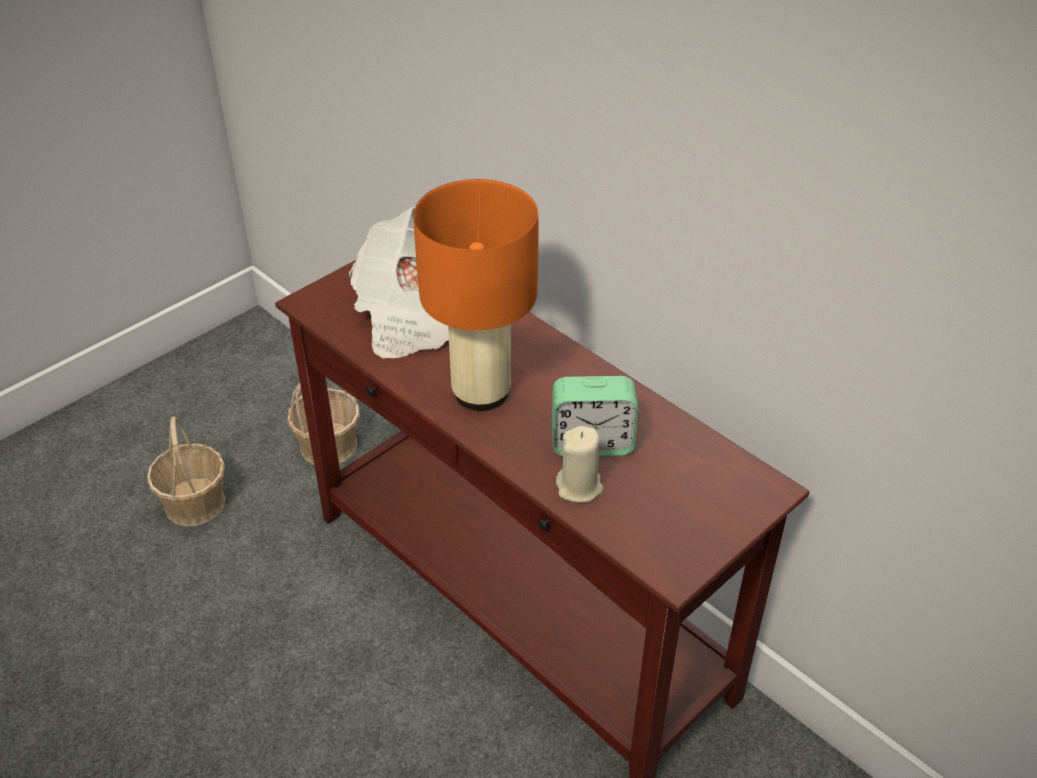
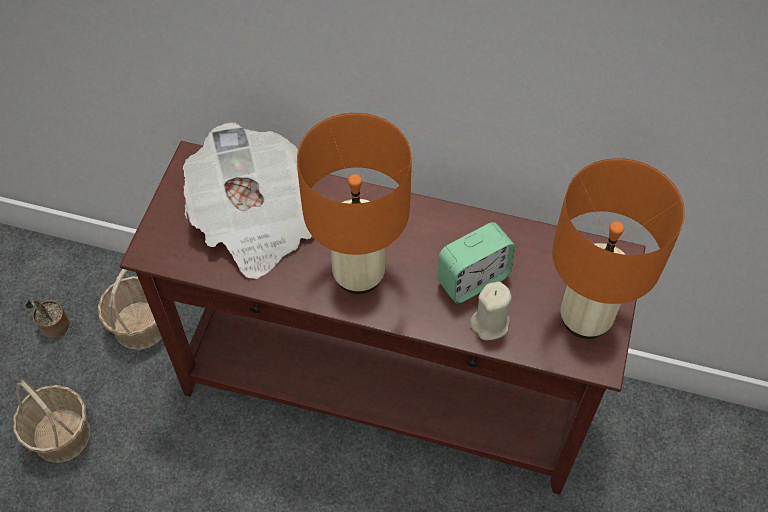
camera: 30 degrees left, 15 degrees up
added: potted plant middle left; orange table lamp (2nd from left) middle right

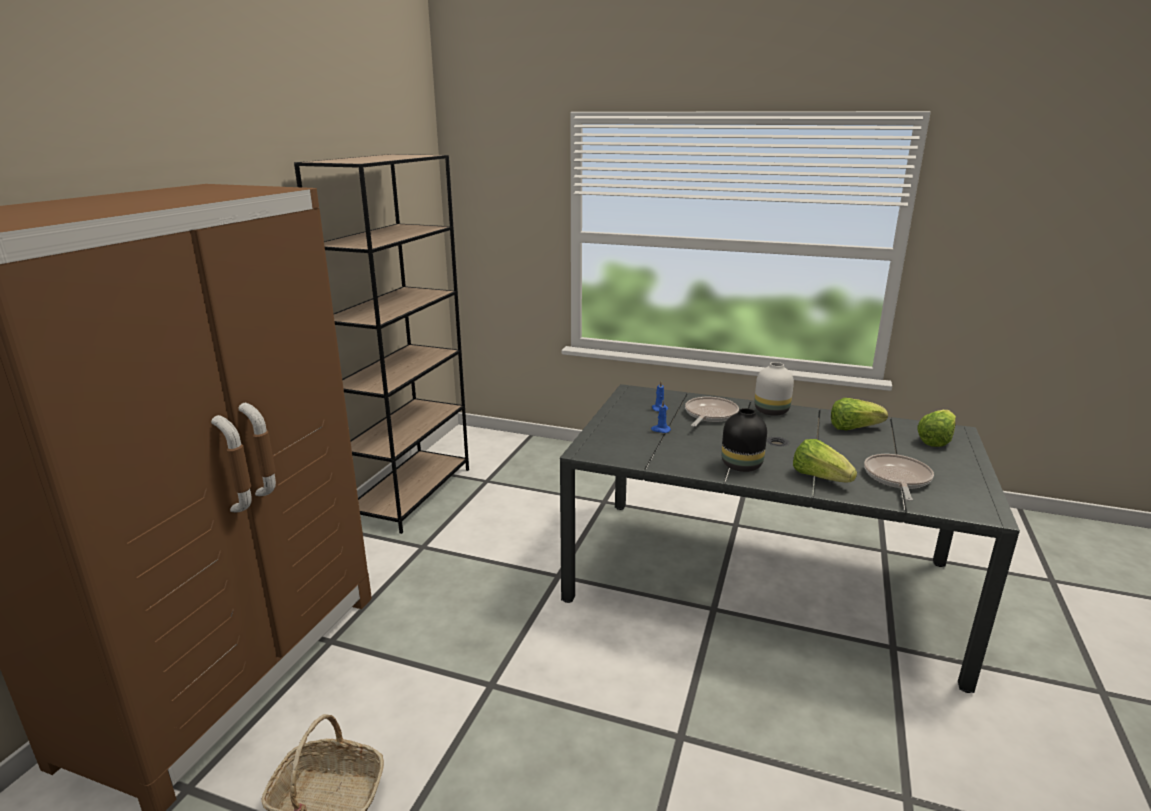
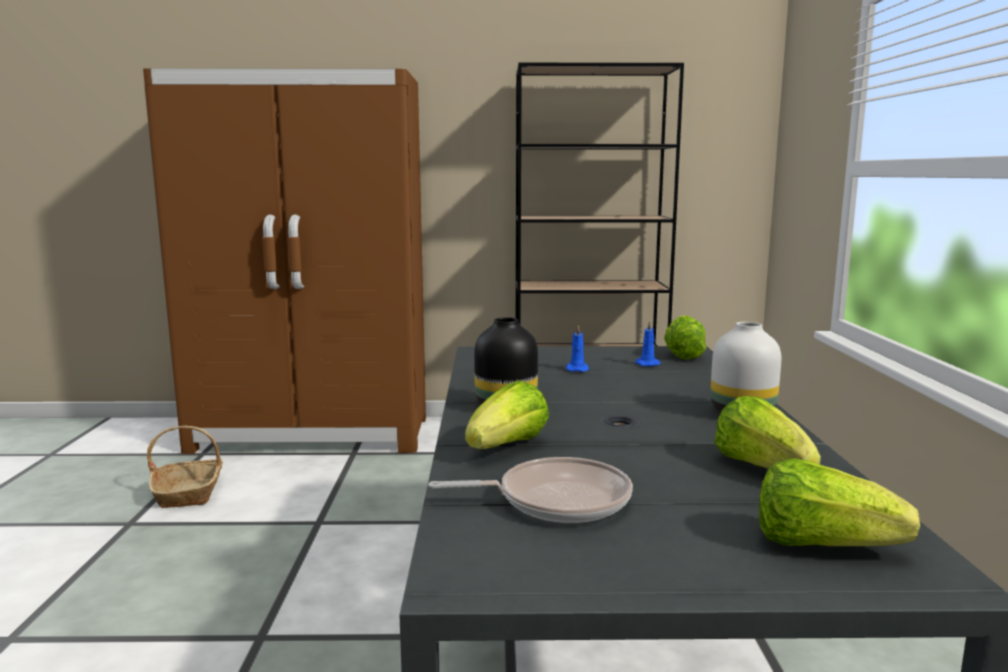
camera: 70 degrees right, 10 degrees down
removed: frying pan (1st from left) centre
added: lettuce (2nd from left) middle right

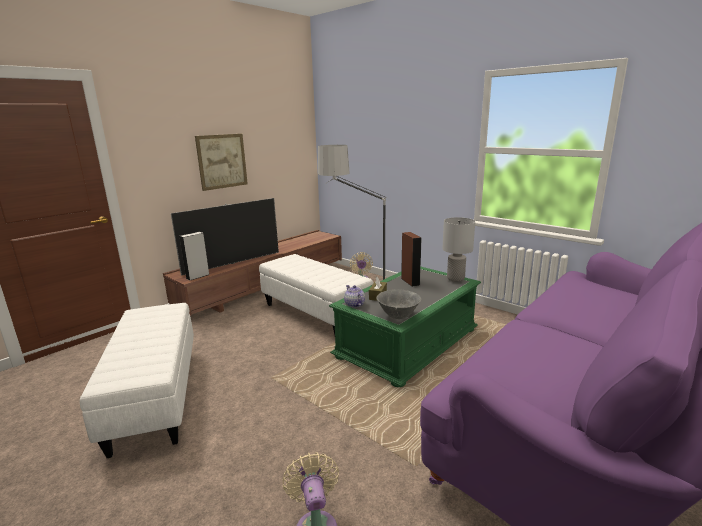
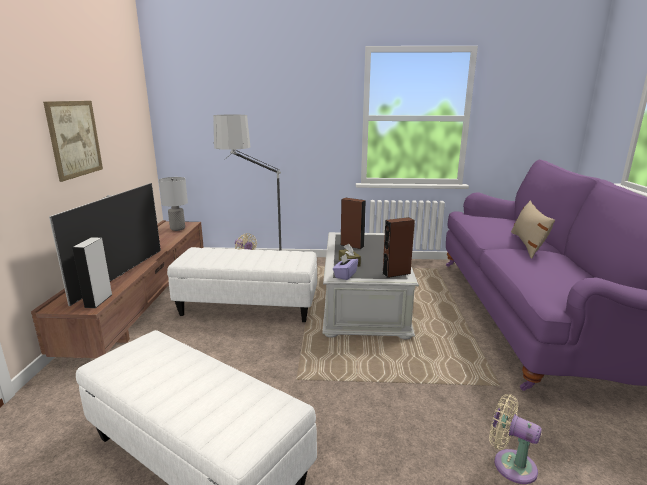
camera: 40 degrees left, 0 degrees up
added: beige pillow middle right
moved: grey table lamp centre to middle left
replaced: teapot centre to purple tissue box centre; grey bowl centre to brown speaker (2nd from left) centre
recoloured: green coffee table centre to white coffee table centre

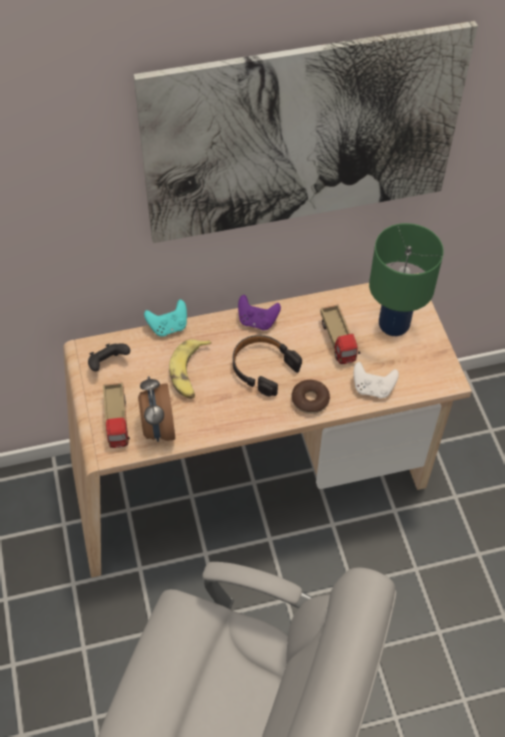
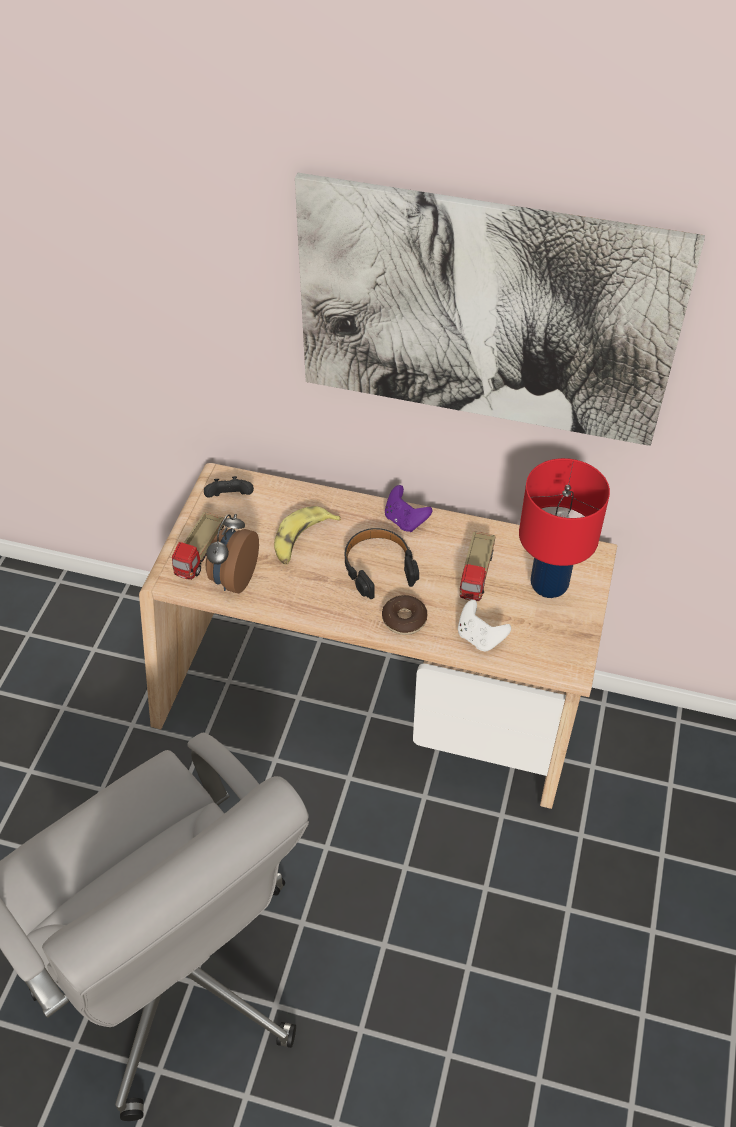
camera: 30 degrees right, 5 degrees down
removed: turquoise game controller middle left
recoloured: green table lamp middle right to red table lamp middle right

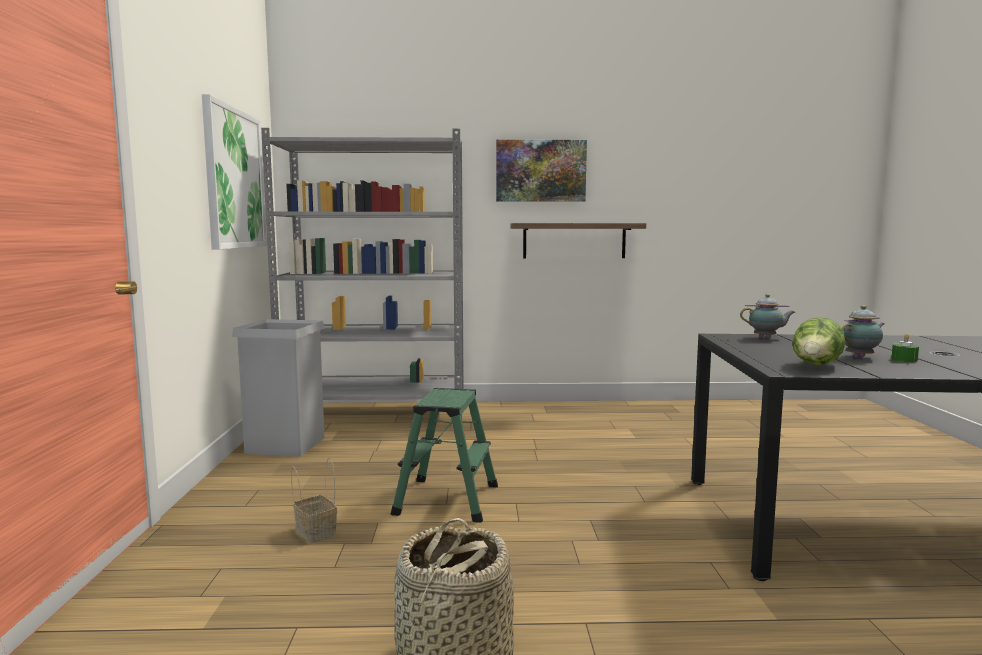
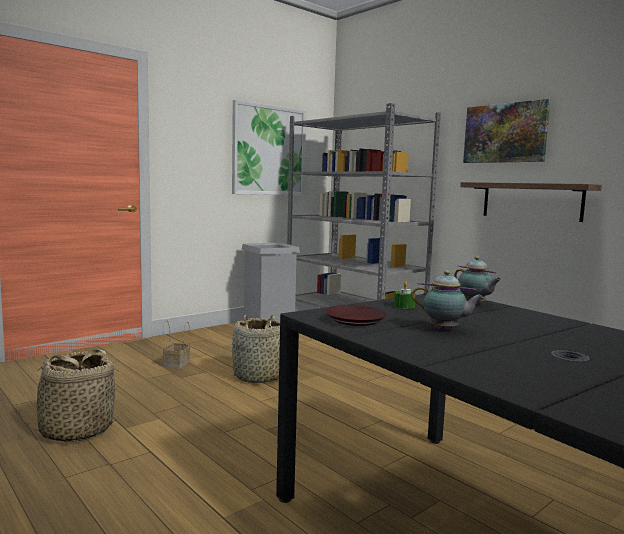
camera: 50 degrees right, 0 degrees up
moved: green candle middle right to centre
replaced: green step ladder bottom centre to basket (3rd from left) centre; lettuce middle right to brown plate centre

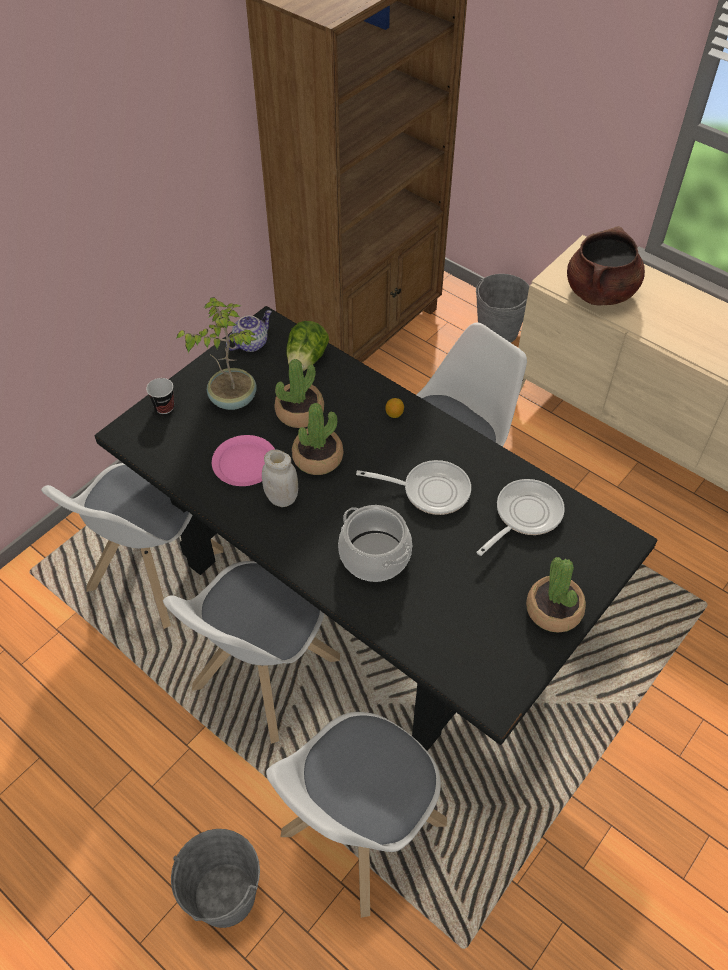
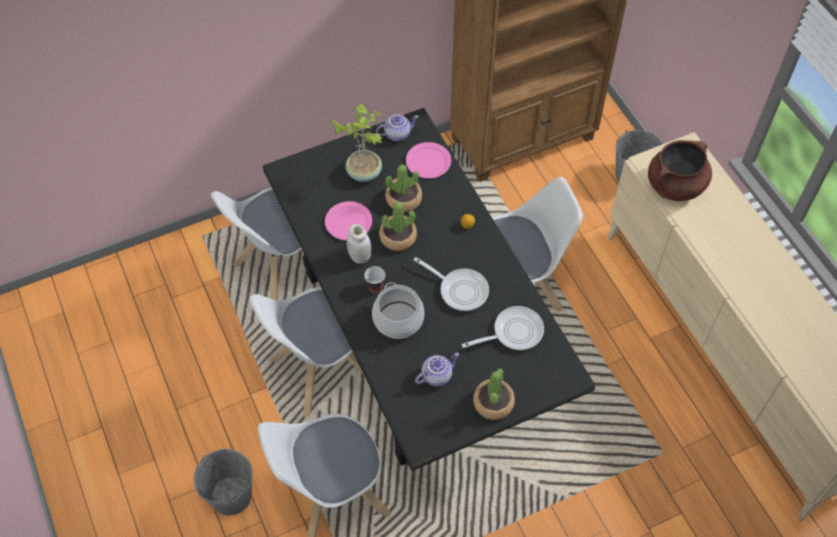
camera: 25 degrees right, 5 degrees up
added: teapot (2nd from left) bottom centre
moved: cup middle left to centre
replaced: lettuce centre to pink plate (2nd from left) top centre

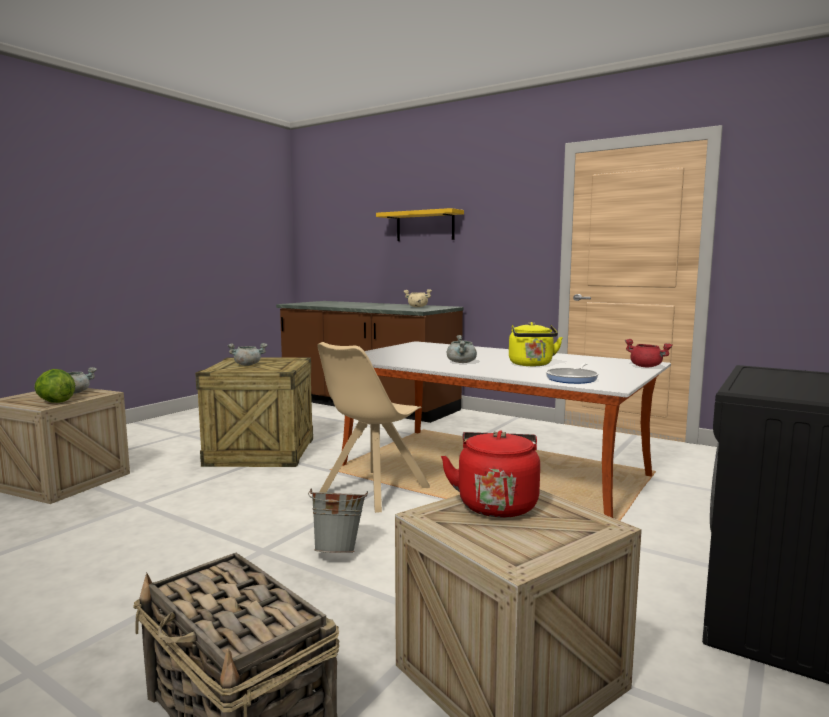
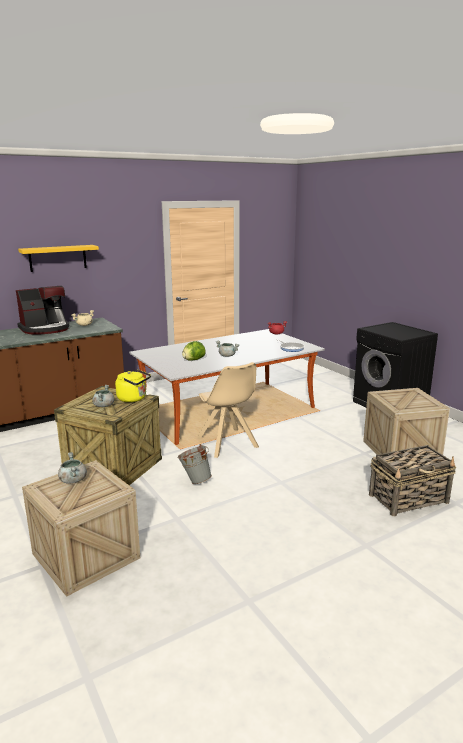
camera: 65 degrees left, 10 degrees up
removed: red kettle centre
added: coffee machine middle left
moved: lettuce middle left to centre; grey bucket bottom centre to centre; yellow kettle centre to middle left

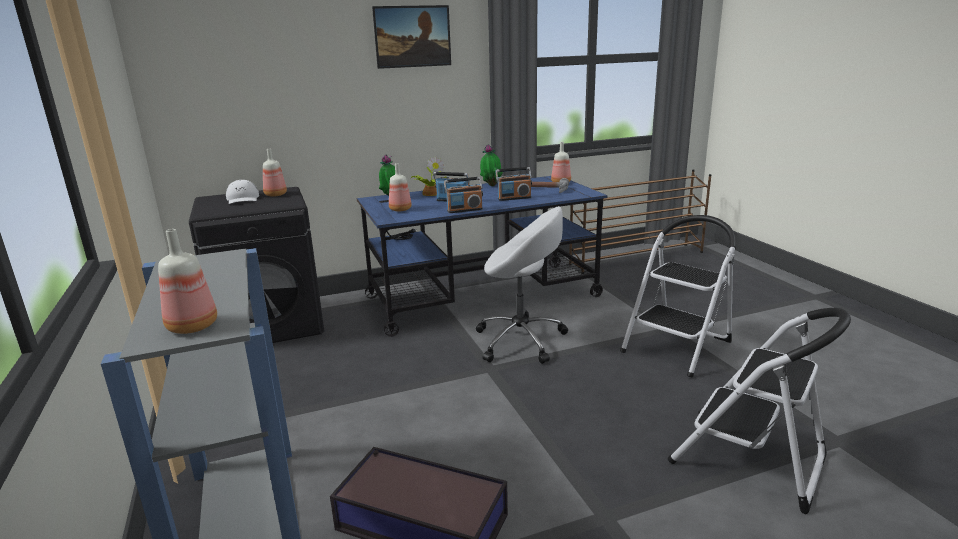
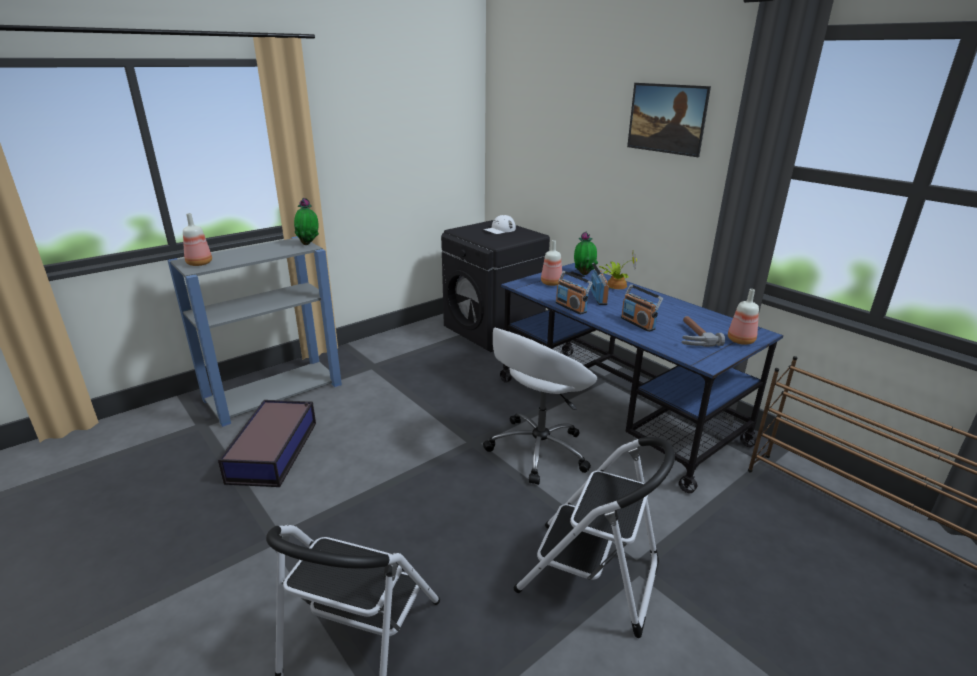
camera: 70 degrees right, 5 degrees up
removed: bottle (2nd from left) top left
moved: potted plant (3rd from left in the first image) top centre to potted plant (1st from left) top left
turned: white office chair centre = centre 45 degrees clockwise

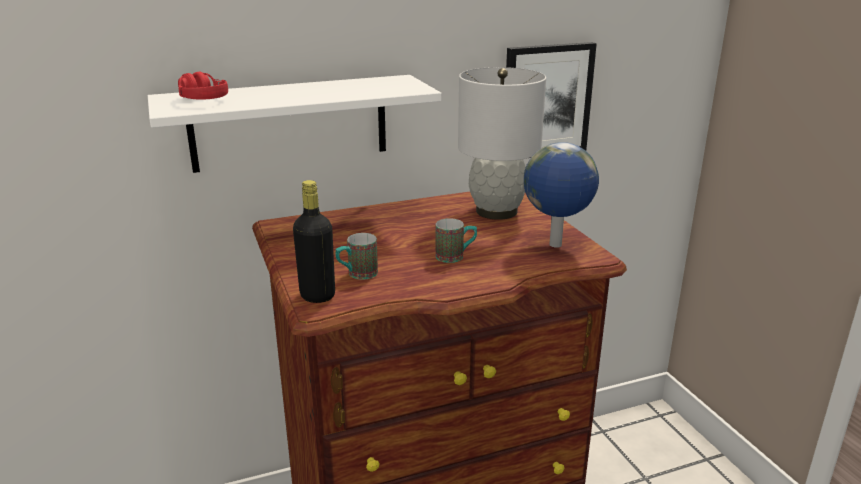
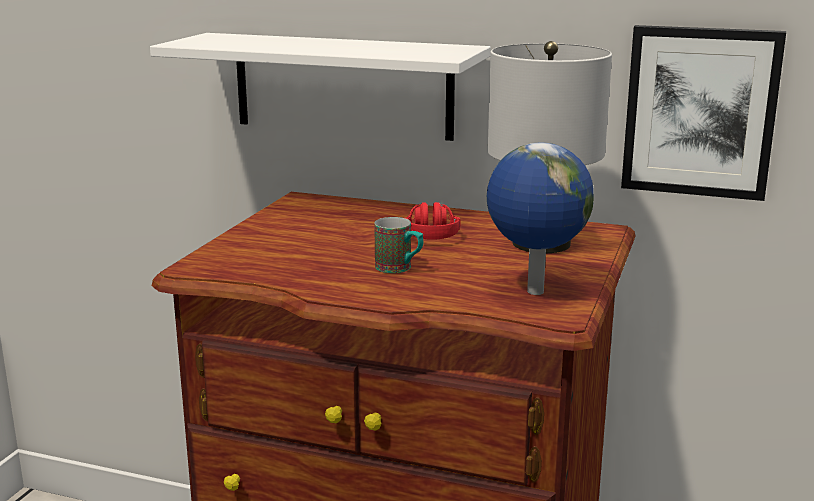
camera: 40 degrees right, 5 degrees down
removed: black bottle centre; mug (1st from left) centre
moved: red headphones top left to centre

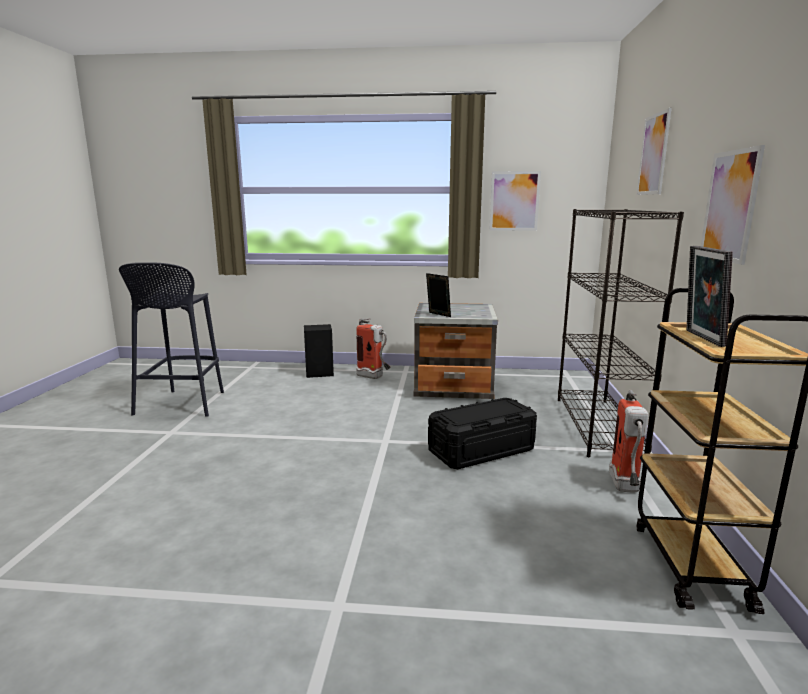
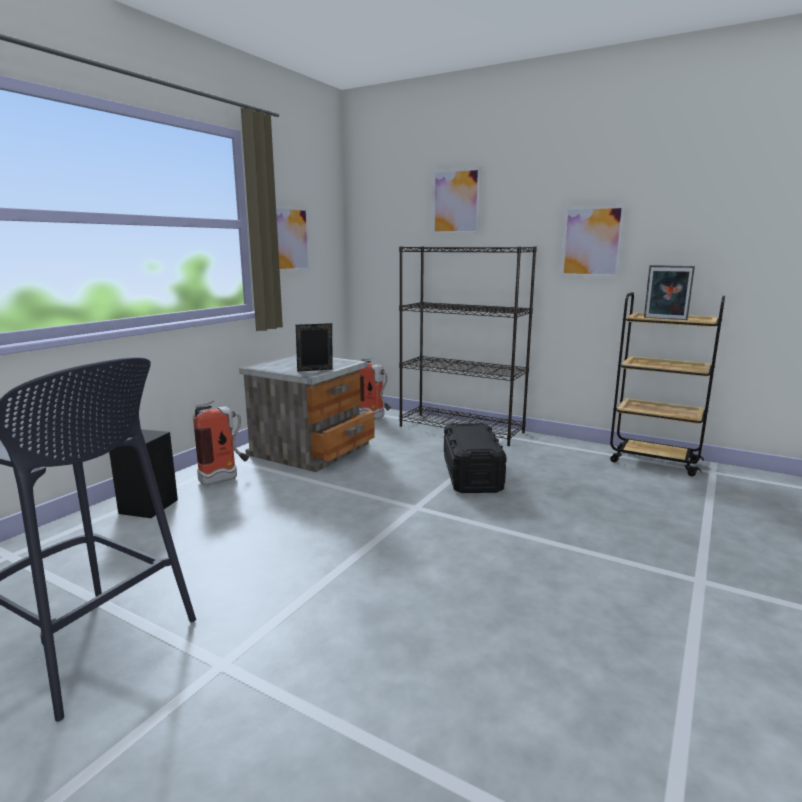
camera: 65 degrees left, 0 degrees up
moved: fire extinguisher (2nd from left) middle right to centre

